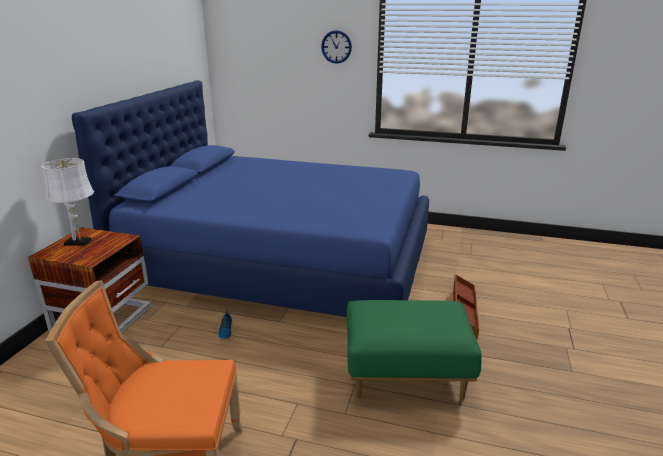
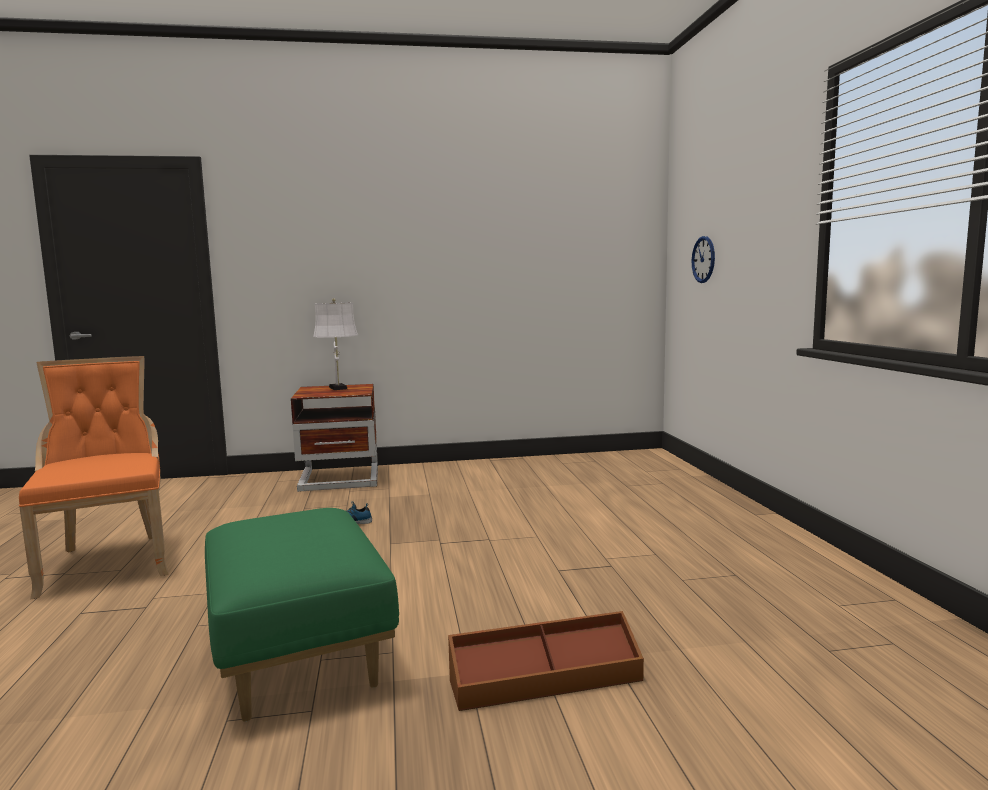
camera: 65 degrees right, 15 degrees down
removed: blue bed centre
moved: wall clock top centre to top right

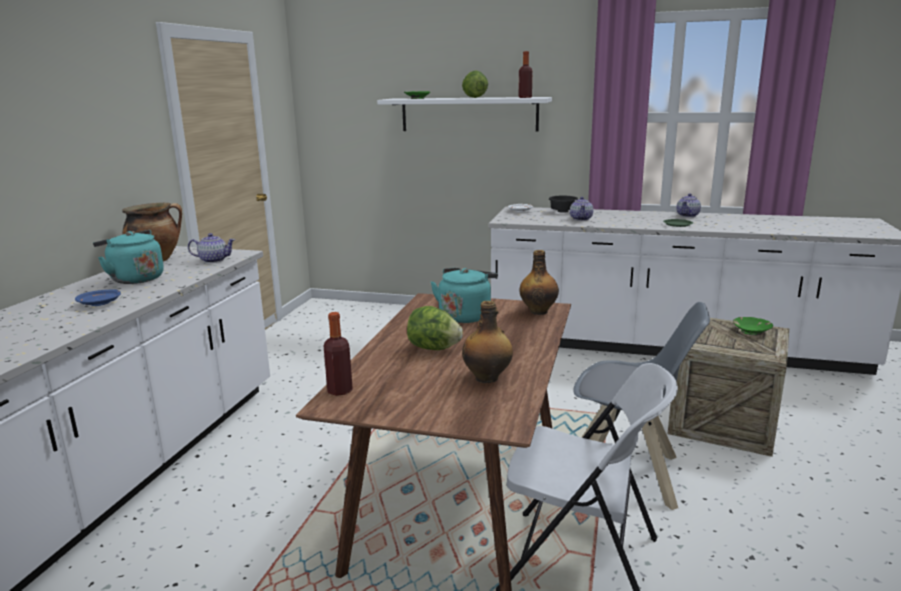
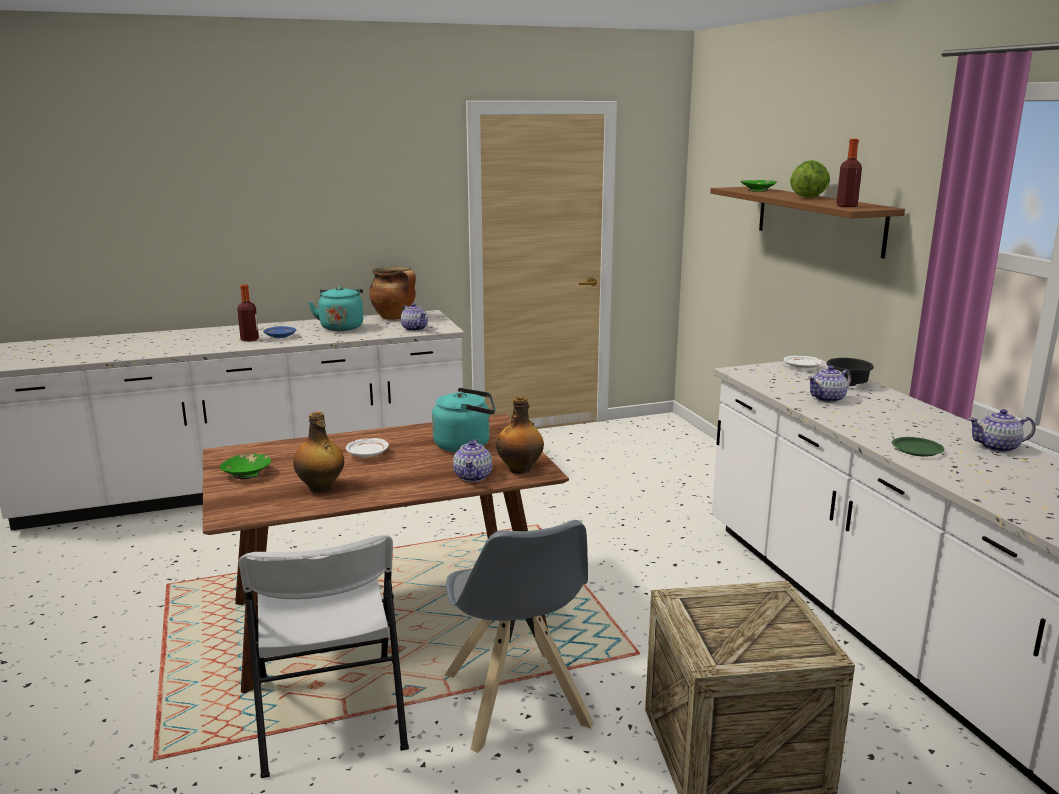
camera: 55 degrees right, 0 degrees up
added: teapot (2nd from left) centre
moved: bottle (1st from left) centre to middle left; green bowl (2nd from left in the first image) middle right to green bowl (1st from left) middle left
replaced: lettuce (1st from left) centre to white plate (1st from left) centre
recoloured: white shelf top centre to brown shelf top right

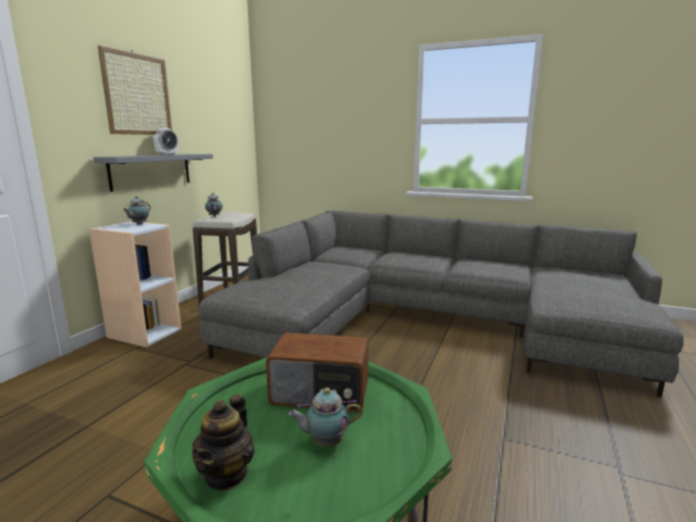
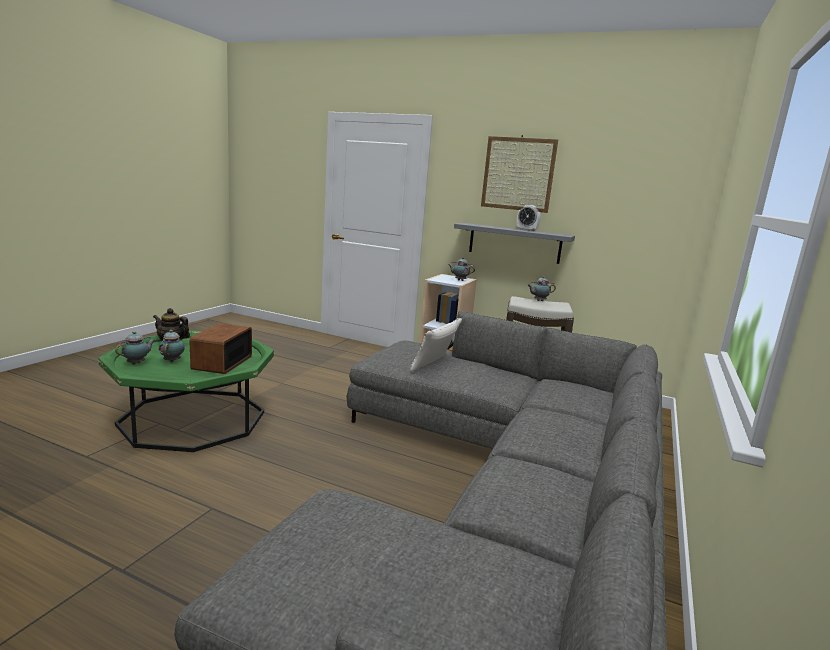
camera: 90 degrees right, 0 degrees up
added: teapot (1st from left) middle left; white pillow centre

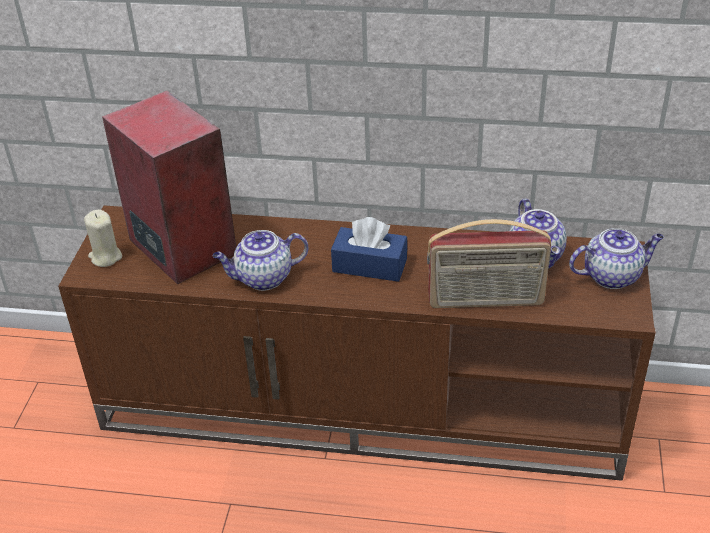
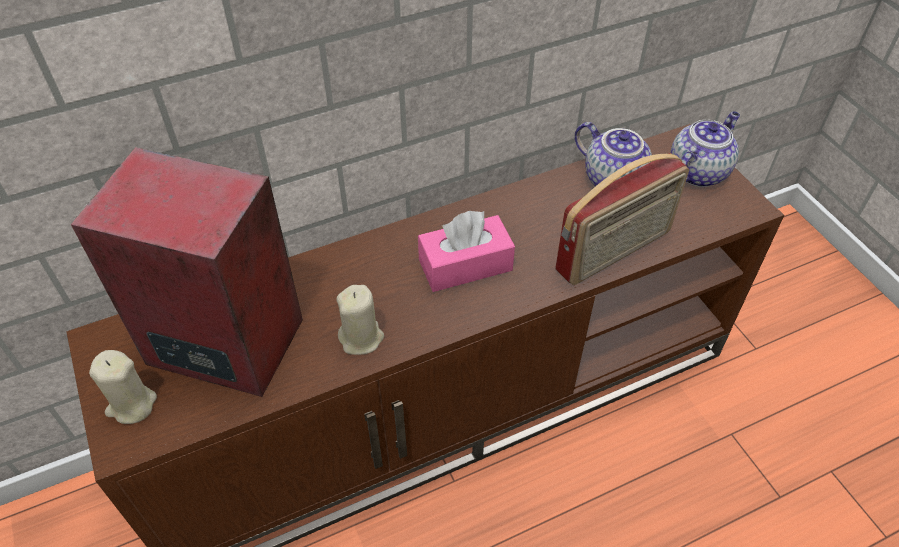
camera: 35 degrees left, 10 degrees up
replaced: teapot (1st from left) centre to beige candle (2nd from left) centre
recoloured: blue tissue box centre to pink tissue box centre

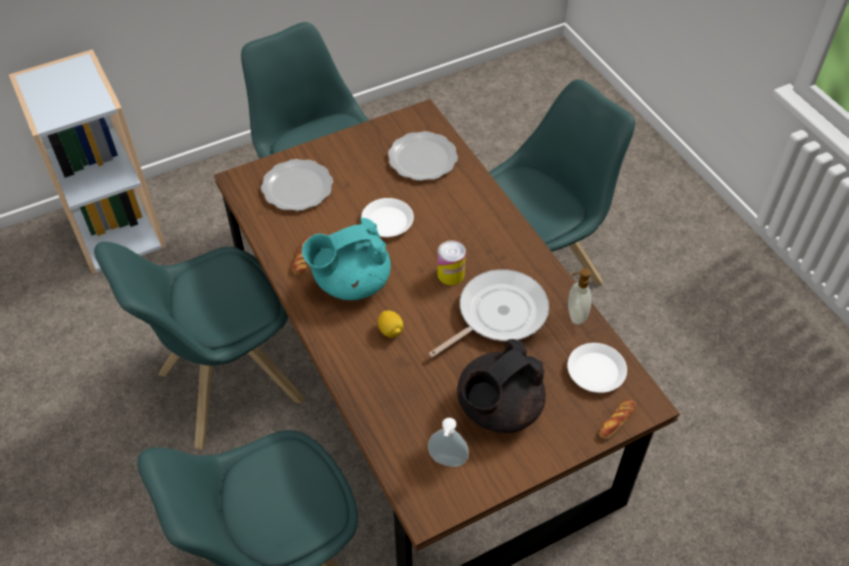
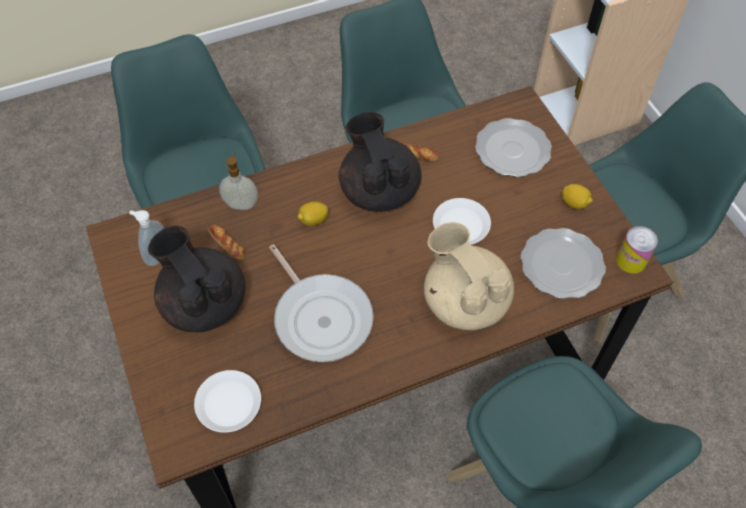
camera: 95 degrees right, 5 degrees up
added: beige teapot centre; lemon (2nd from left) middle right
moved: can centre to middle right; soap dispenser (2nd from left) middle right to middle left; bread (2nd from left in the first image) bottom right to bread (1st from left) middle left
recoloured: turquoise teapot centre to black teapot (2nd from left) top centre

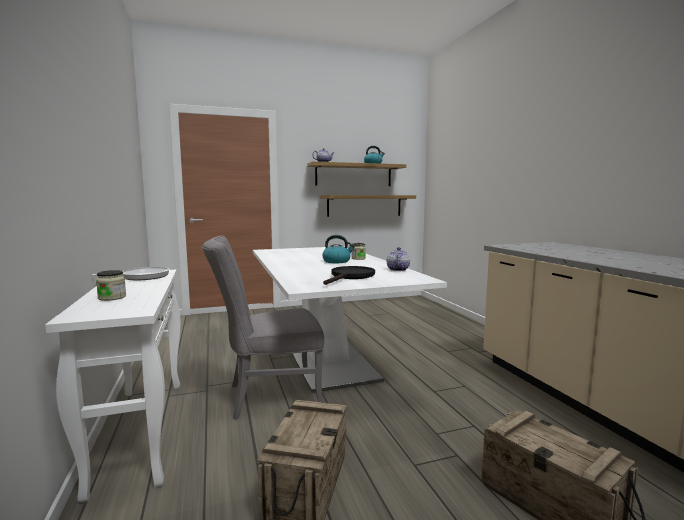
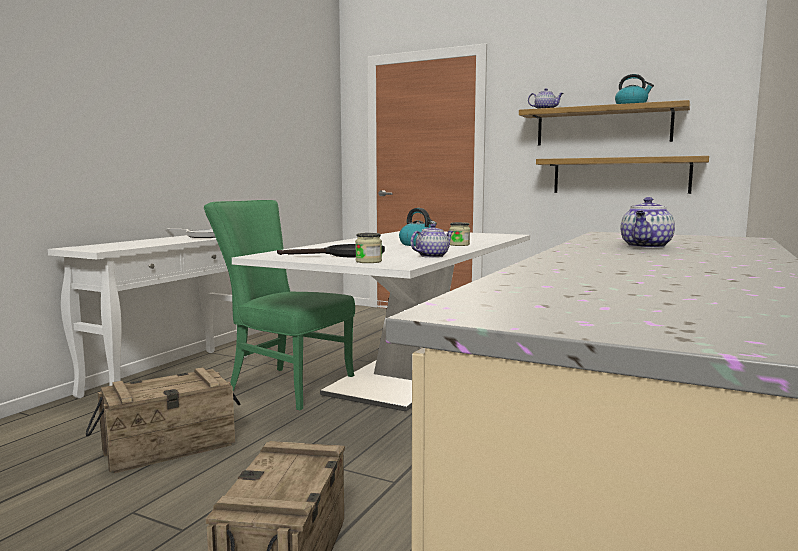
camera: 45 degrees right, 0 degrees up
added: teapot (3rd from left) middle right
moved: jar (1st from left) middle left to centre
recoloured: grey chair centre to green chair centre

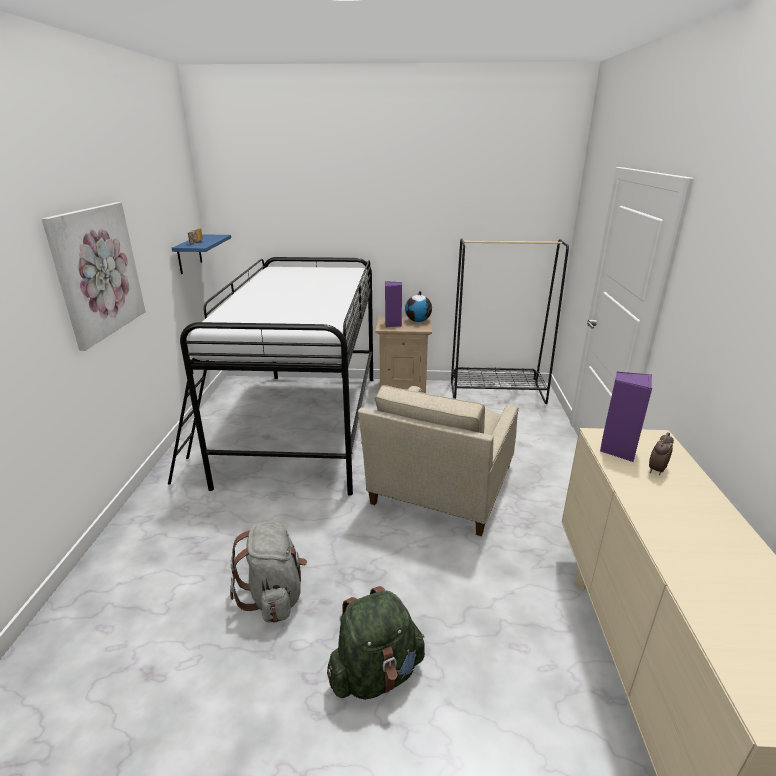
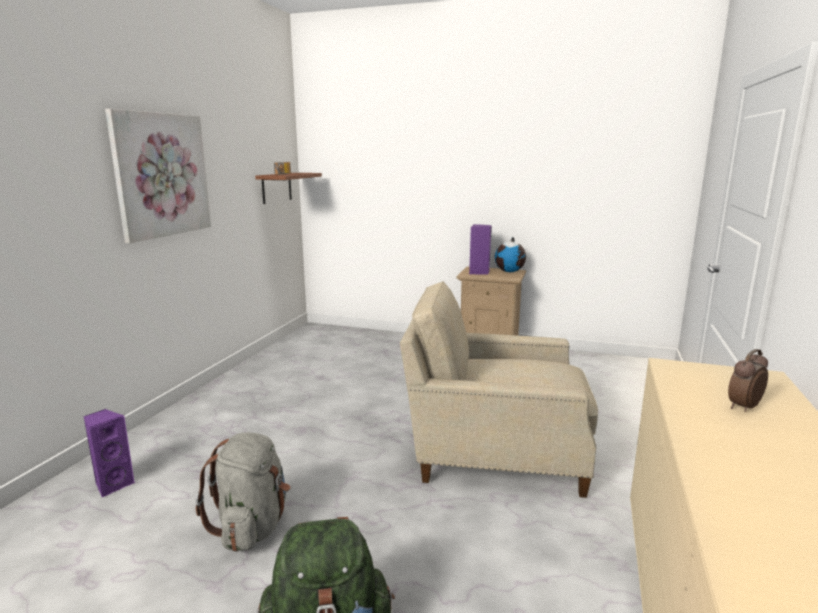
camera: 15 degrees right, 10 degrees down
removed: black bed centre; black clothes rack centre
moved: purple speaker (2nd from left in the first image) middle right to purple speaker (1st from left) bottom left
recoloured: blue shelf top left to brown shelf top centre
turned: beige armchair centre = centre 60 degrees clockwise

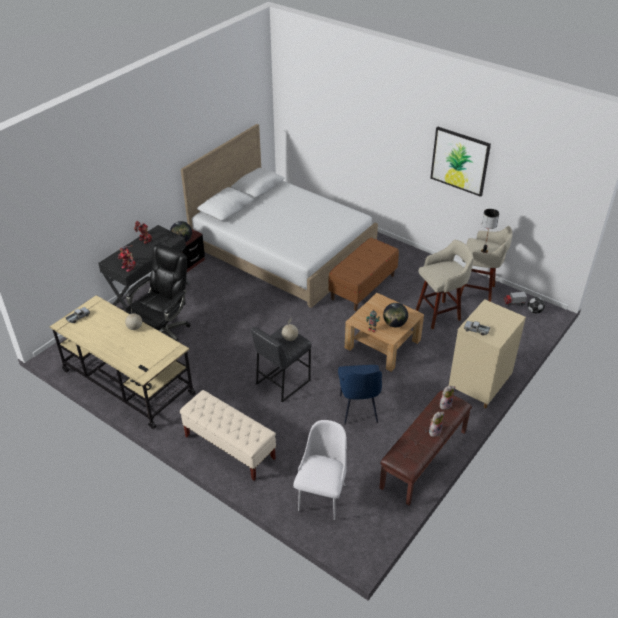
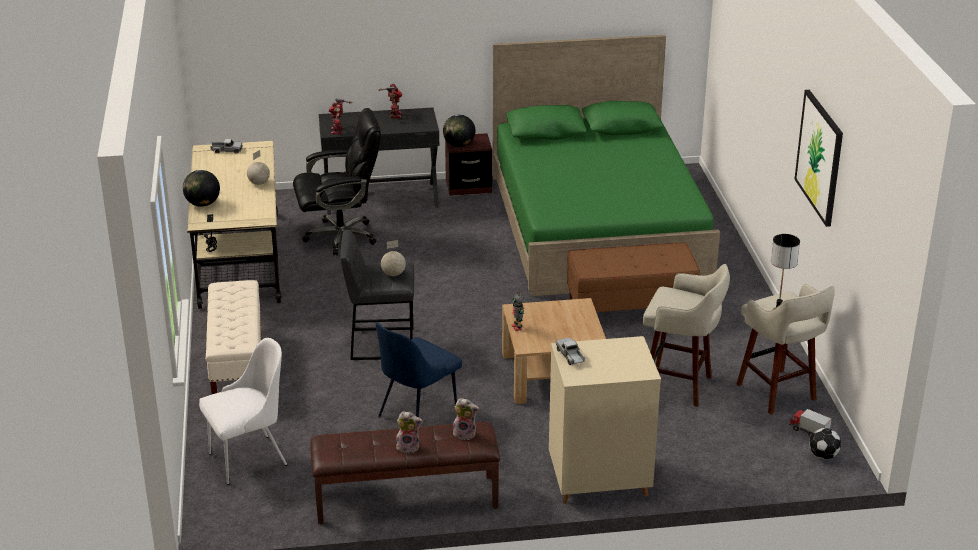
camera: 45 degrees right, 10 degrees down
moved: globe (4th from left in the first image) centre to globe (1st from left) middle left
recoloured: white bed centre to green bed top centre

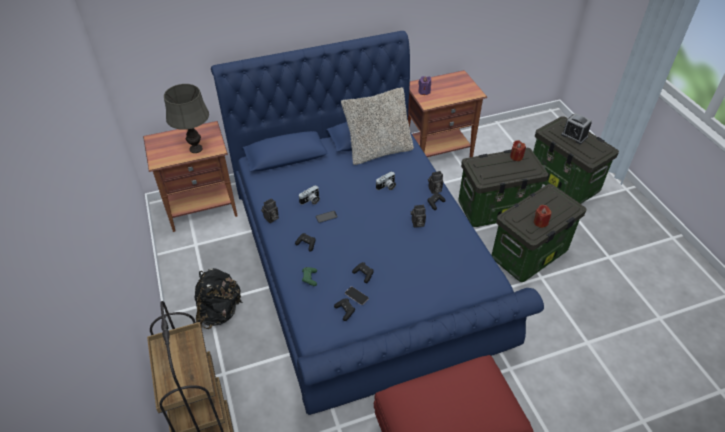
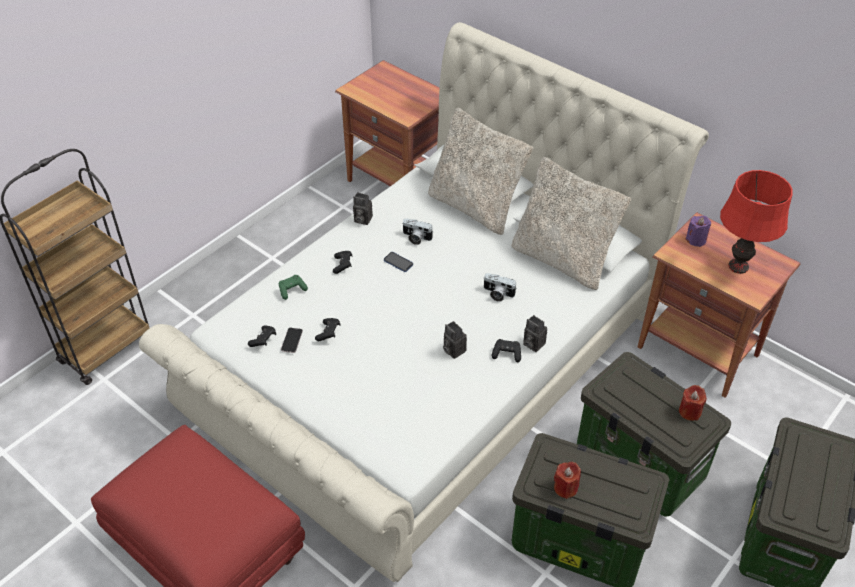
camera: 60 degrees right, 0 degrees up
removed: grey table lamp top left; black backpack bottom left; alarm clock top right
added: beige pillow (1st from left) top centre; red table lamp middle right
recoloured: blue bed centre to beige bed centre

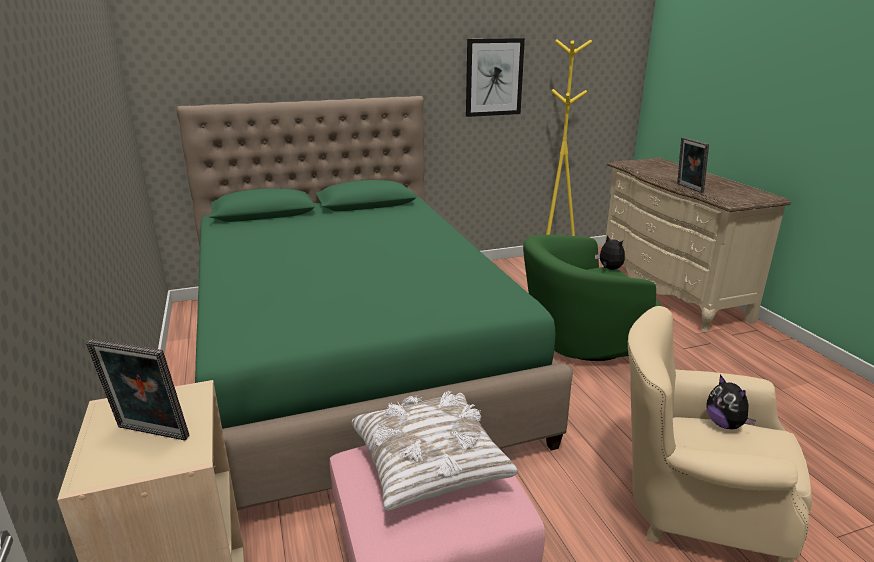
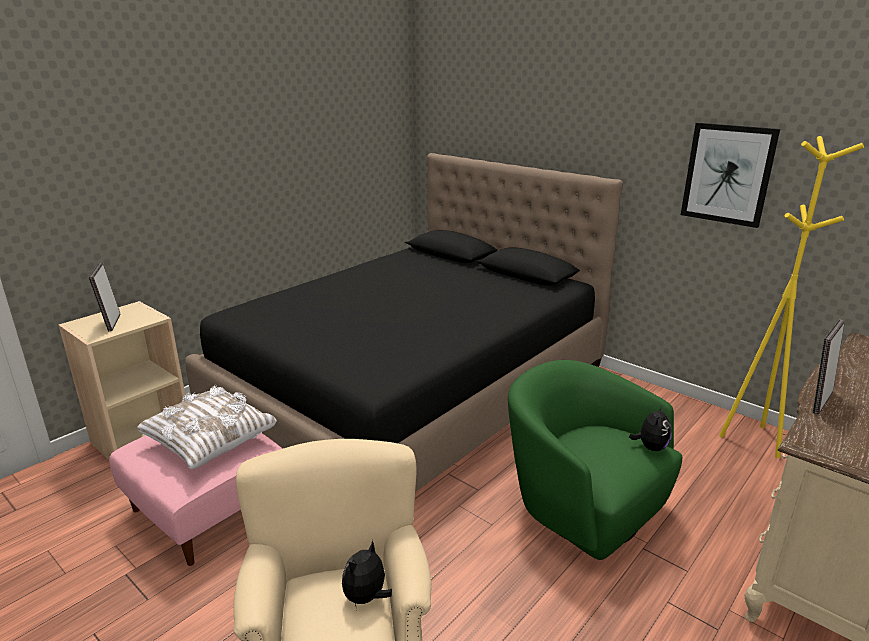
camera: 60 degrees right, 0 degrees up
recoloured: green bed centre to black bed centre

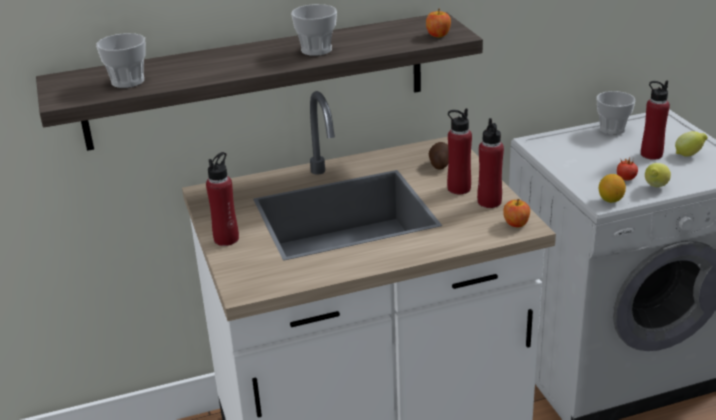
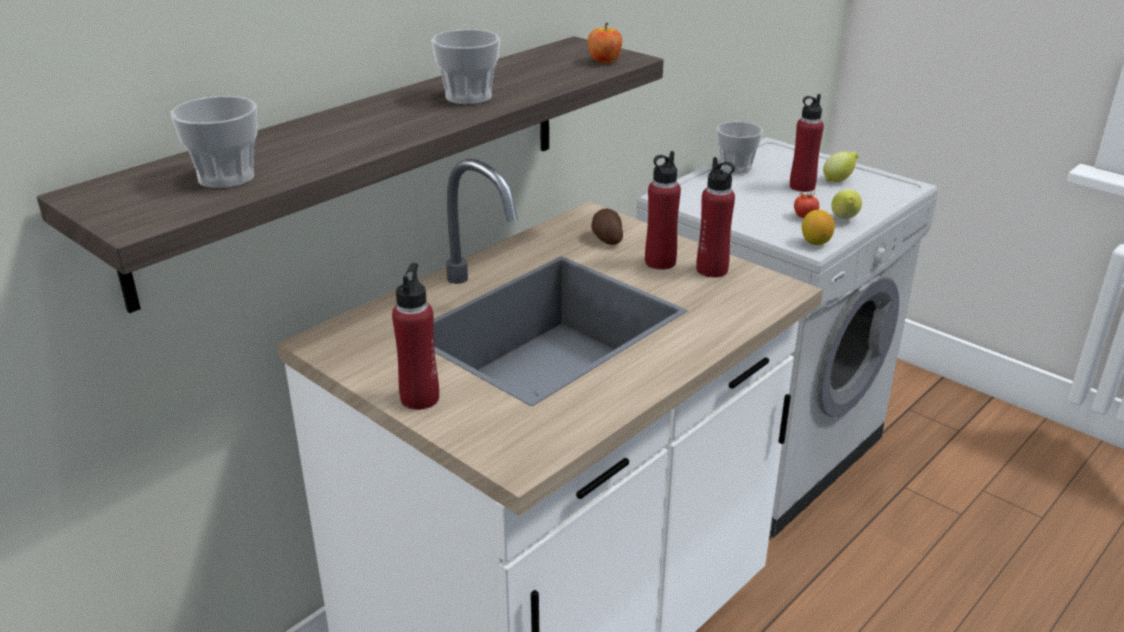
camera: 30 degrees left, 0 degrees up
removed: apple (2nd from left) middle right

